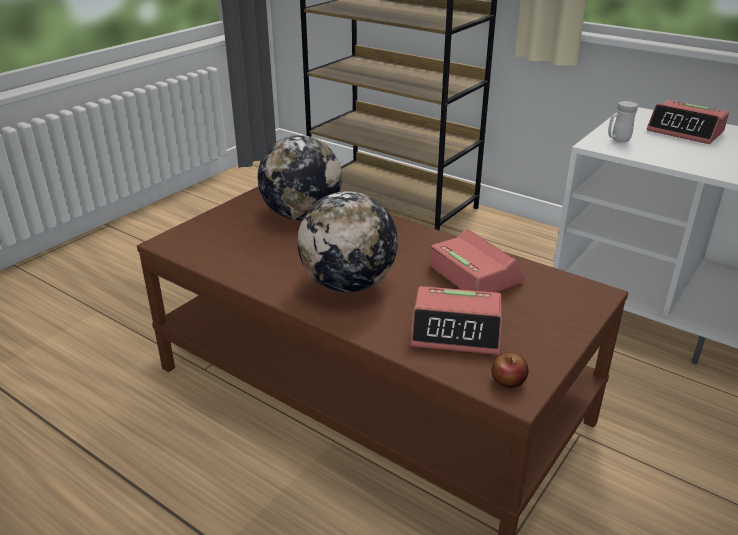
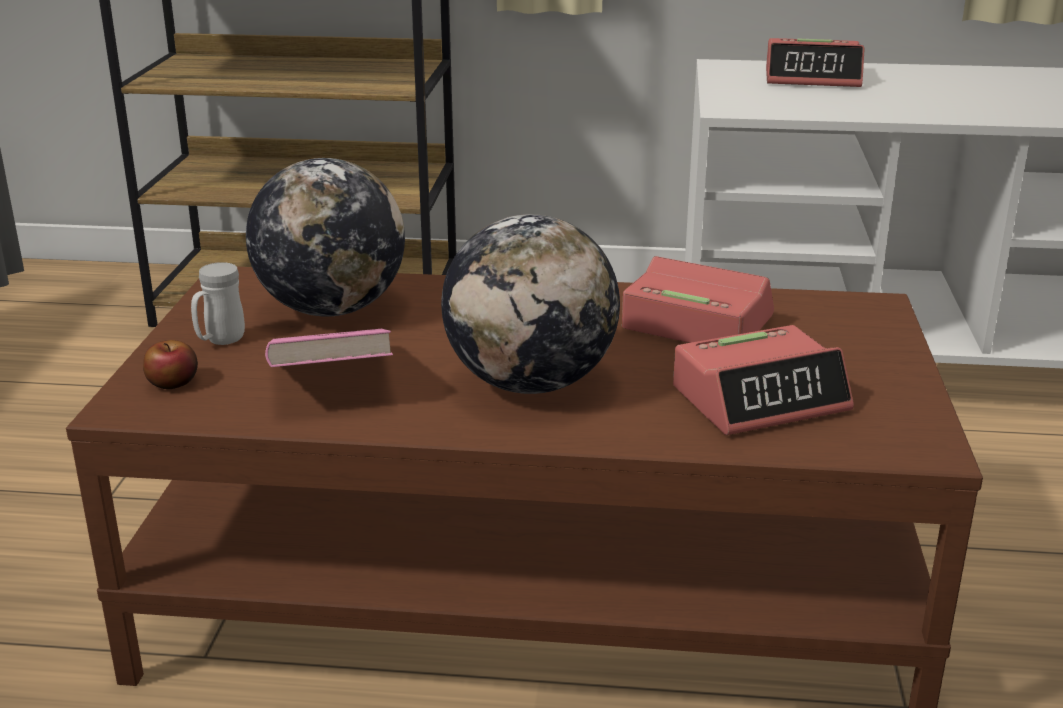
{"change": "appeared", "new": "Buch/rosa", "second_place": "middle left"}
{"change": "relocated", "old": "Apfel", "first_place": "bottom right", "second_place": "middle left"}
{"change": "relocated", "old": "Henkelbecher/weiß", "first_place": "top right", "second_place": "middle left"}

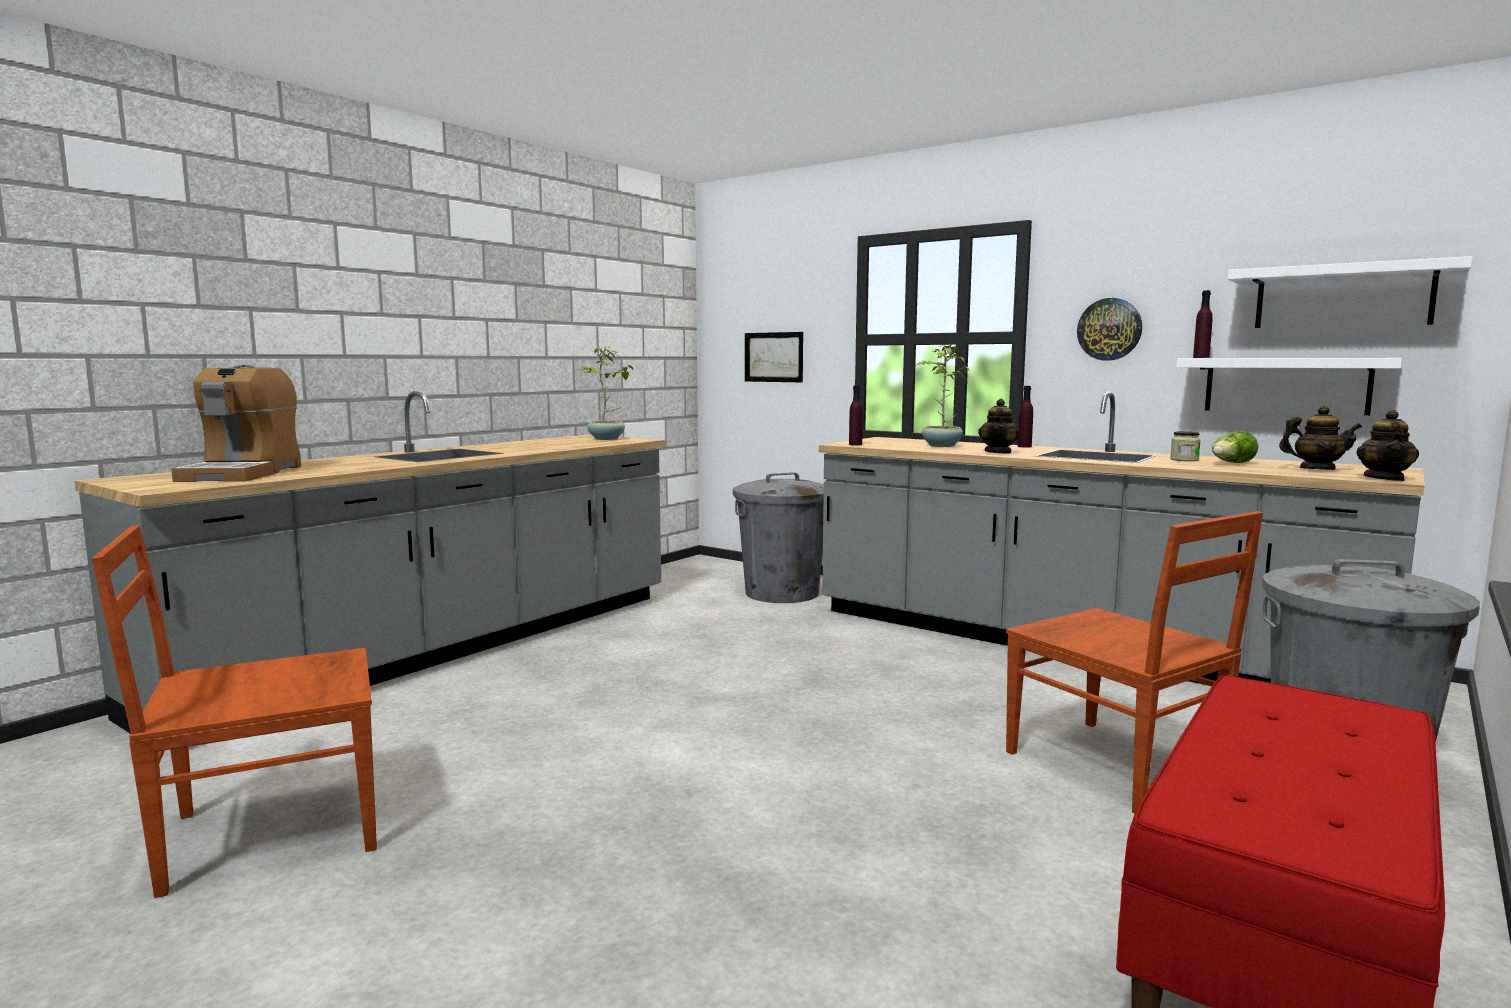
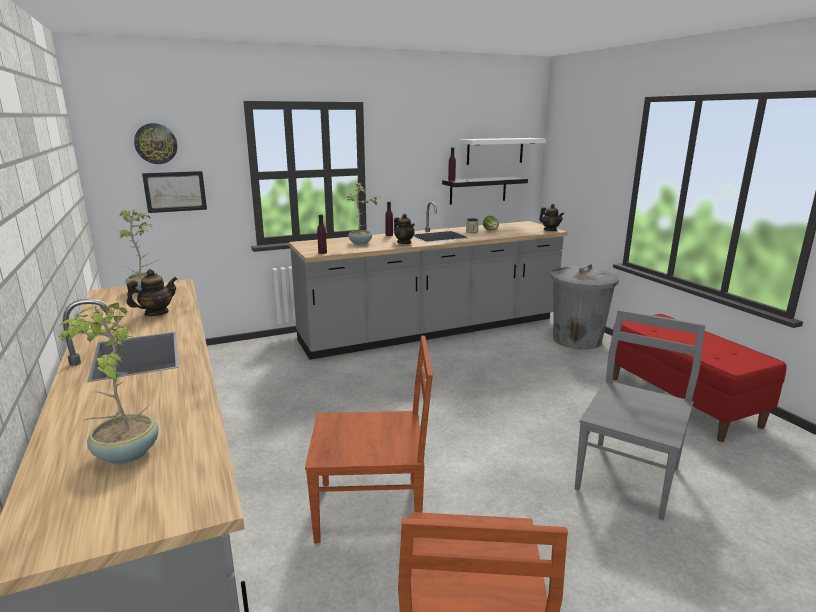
{"change": "missing", "old": "Mülleimer/grau (no. 1 from left)", "first_place": "centre"}
{"change": "appeared", "new": "Stuhl/grau", "second_place": "bottom right"}
{"change": "relocated", "old": "Stuhl/braun (no. 2 from left in the first image)", "new": "Stuhl/braun (no. 1 from left)", "first_place": "middle right", "second_place": "bottom centre"}
{"change": "relocated", "old": "Wanduhr", "first_place": "top right", "second_place": "top left"}
{"change": "relocated", "old": "Teekanne (no. 2 from left in the first image)", "new": "Teekanne (no. 1 from left)", "first_place": "middle right", "second_place": "middle left"}
{"change": "exchanged", "old": "Kaffeemaschine", "new": "Topfpflanze (no. 1 from left)", "first_place": "middle left", "second_place": "middle left"}
{"change": "colour", "old": "Wandregal/weiß (no. 1 from left)", "new": "Wandregal/schwarz", "first_place": "middle right", "second_place": "top centre"}

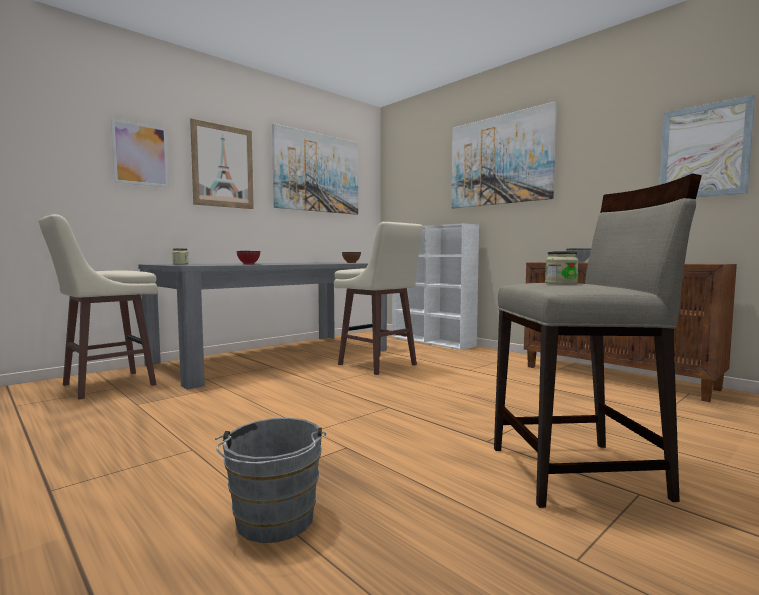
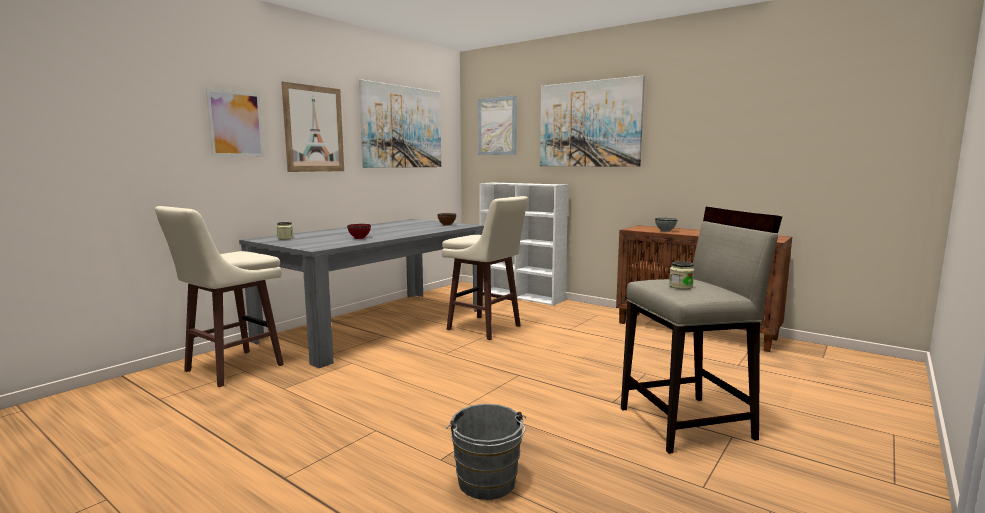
{"change": "relocated", "old": "Bild (no. 5 from left in the first image)", "new": "Bild (no. 4 from left)", "first_place": "top right", "second_place": "top centre"}

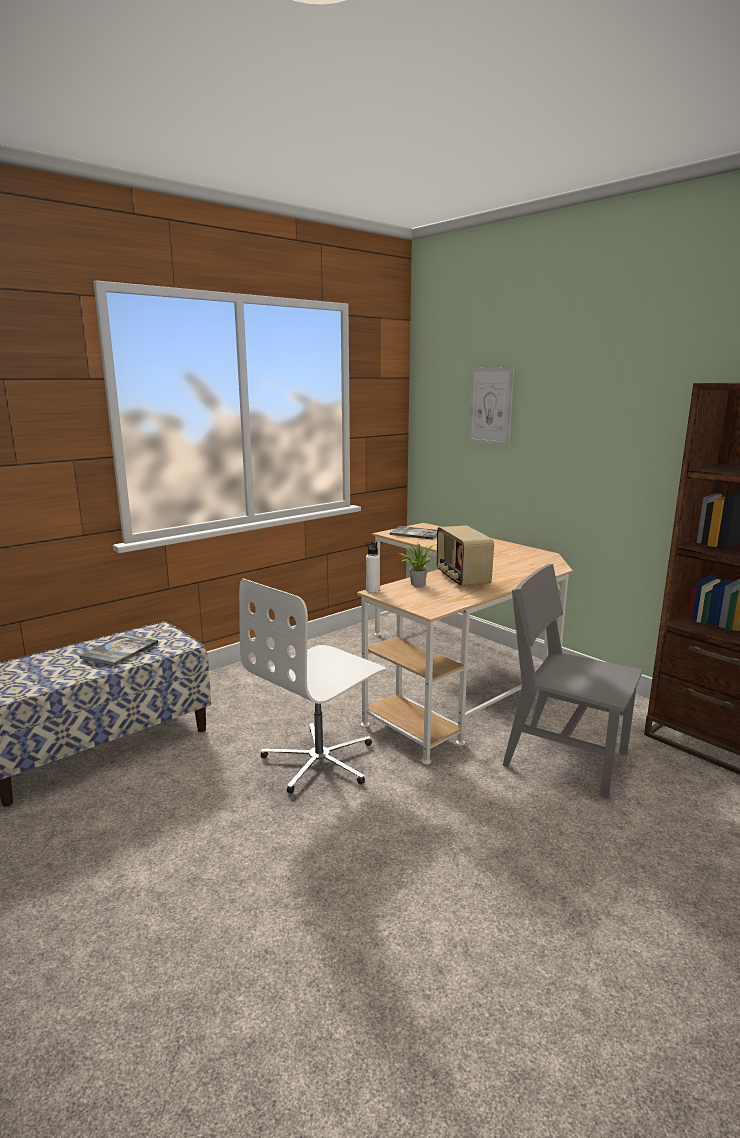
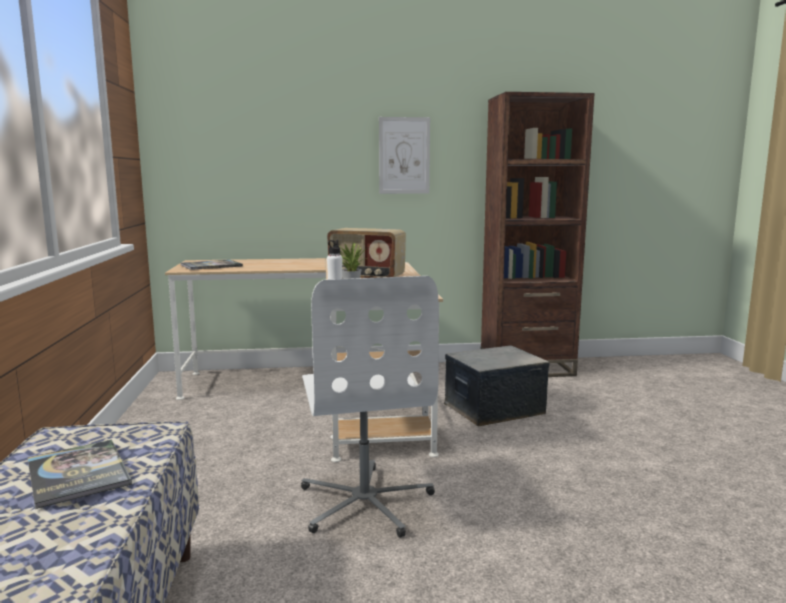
{"change": "relocated", "old": "Bild", "first_place": "centre", "second_place": "top centre"}
{"change": "exchanged", "old": "Stuhl/grau", "new": "Aufbewahrungsbox", "first_place": "middle right", "second_place": "centre"}

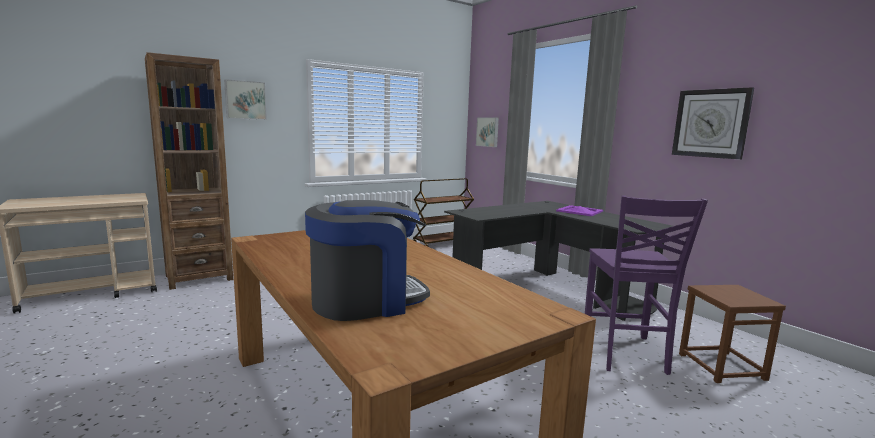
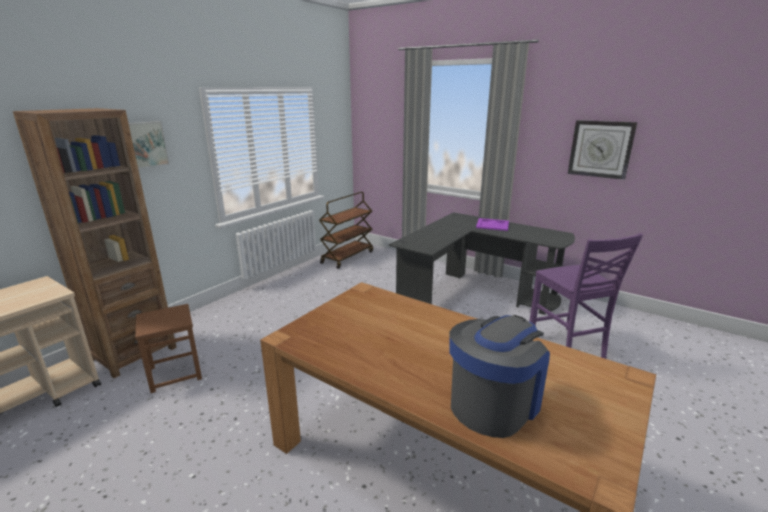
{"change": "missing", "old": "Bild (no. 2 from left)", "first_place": "top centre"}
{"change": "relocated", "old": "Hocker/braun", "first_place": "bottom right", "second_place": "bottom left"}

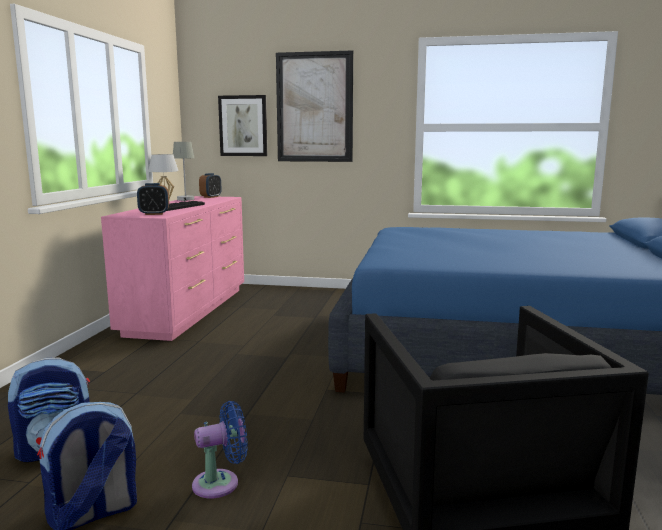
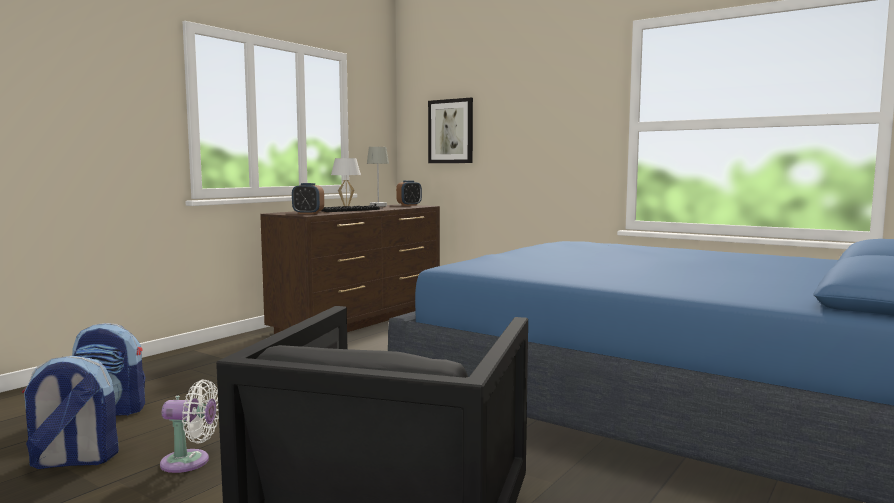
{"change": "missing", "old": "Bild (no. 2 from left)", "first_place": "top centre"}
{"change": "colour", "old": "Kommode/rosa", "new": "Kommode/braun", "first_place": "middle left", "second_place": "centre"}
{"change": "colour", "old": "Ventilator/blau", "new": "Ventilator/weiß", "first_place": "bottom left", "second_place": "bottom left"}

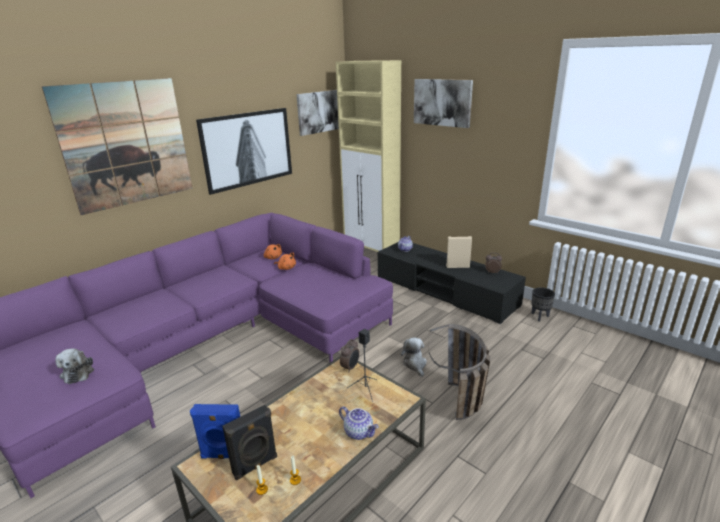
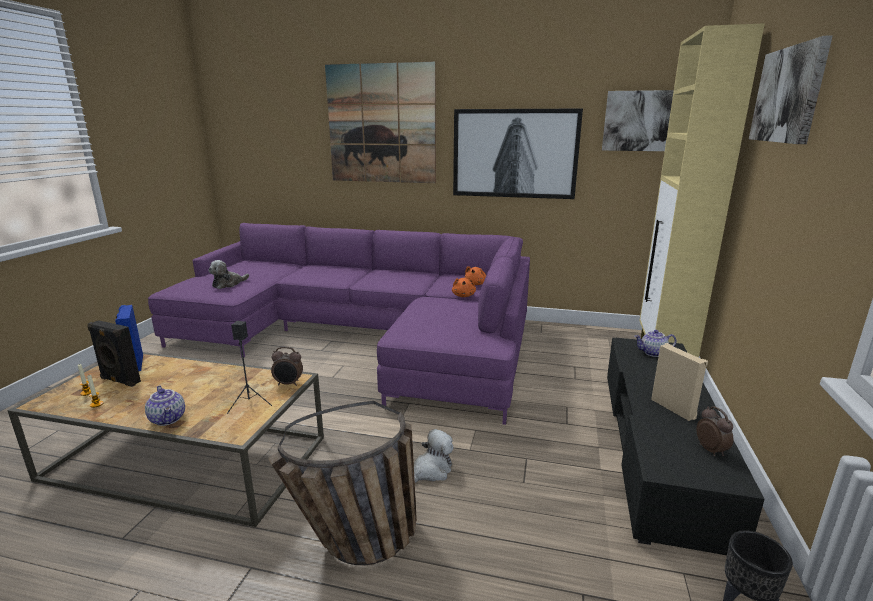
{"change": "spun", "old": "Teekanne (no. 1 from left)", "first_place": "bottom centre", "second_place": "bottom left", "degrees": -45}

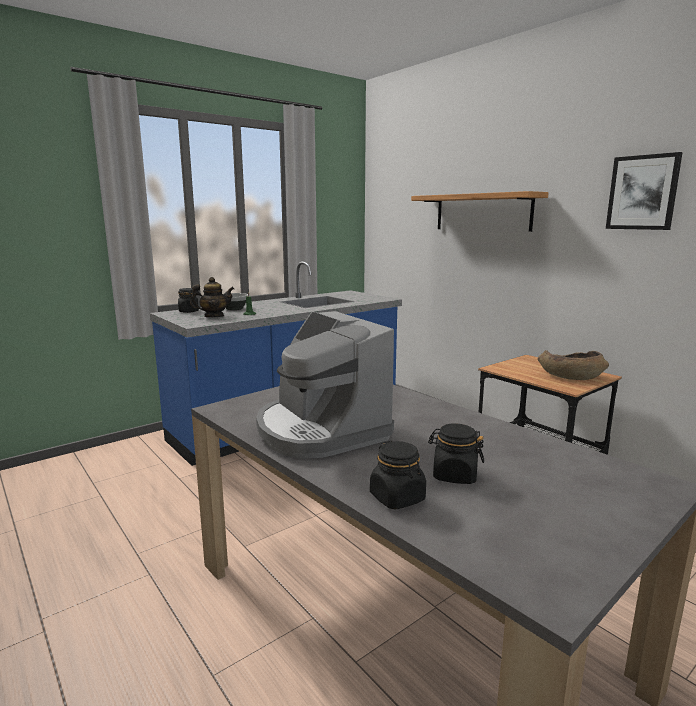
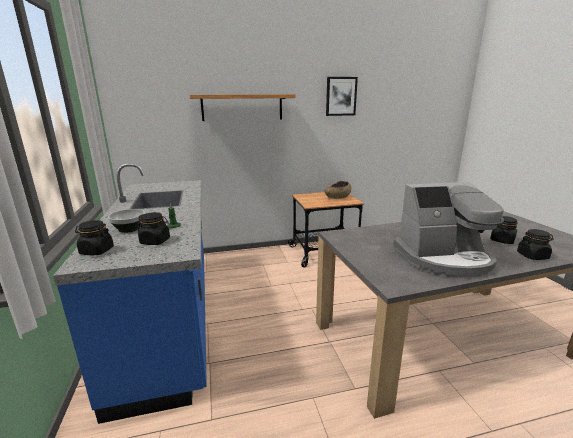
{"change": "exchanged", "old": "Teekanne", "new": "Vorratsglas/schwarz (no. 2 from left)", "first_place": "middle left", "second_place": "middle left"}

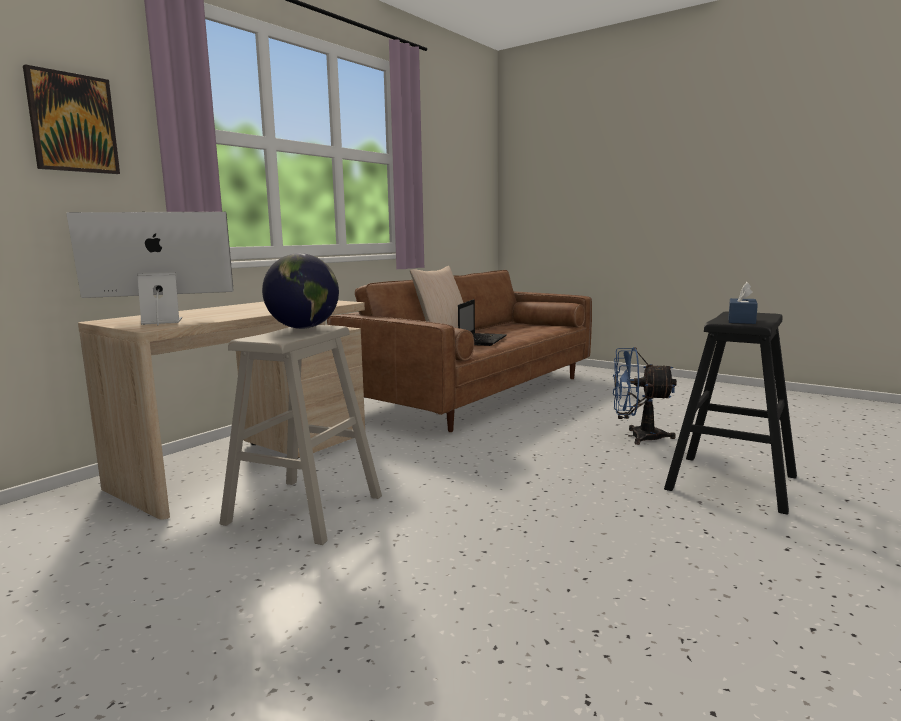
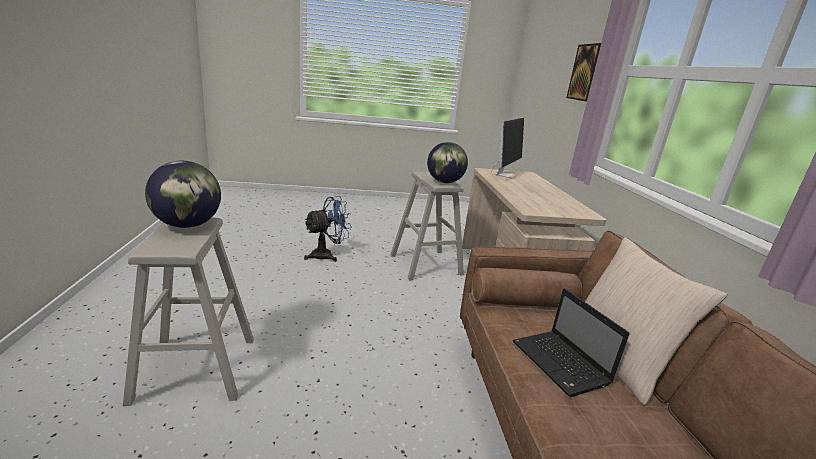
{"change": "relocated", "old": "Ventilator/blau", "first_place": "middle right", "second_place": "centre"}
{"change": "exchanged", "old": "Taschentuchbox/blau", "new": "Globus (no. 1 from left)", "first_place": "middle right", "second_place": "middle left"}
{"change": "colour", "old": "Hocker/schwarz", "new": "Hocker/beige (no. 1 from left)", "first_place": "middle right", "second_place": "bottom left"}

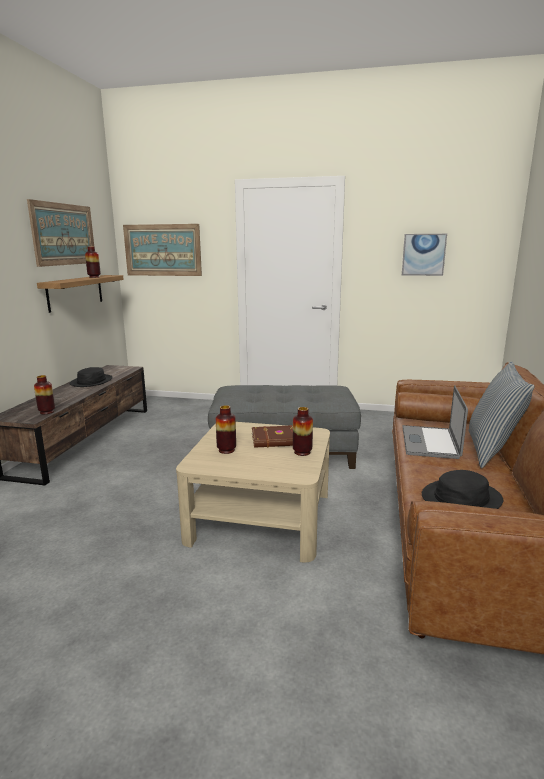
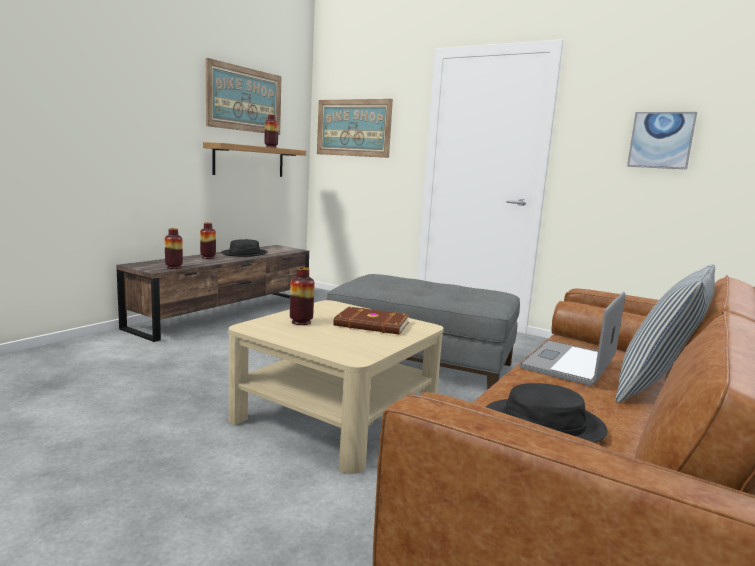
{"change": "relocated", "old": "Vase (no. 4 from left in the first image)", "new": "Vase (no. 2 from left)", "first_place": "centre", "second_place": "middle left"}

